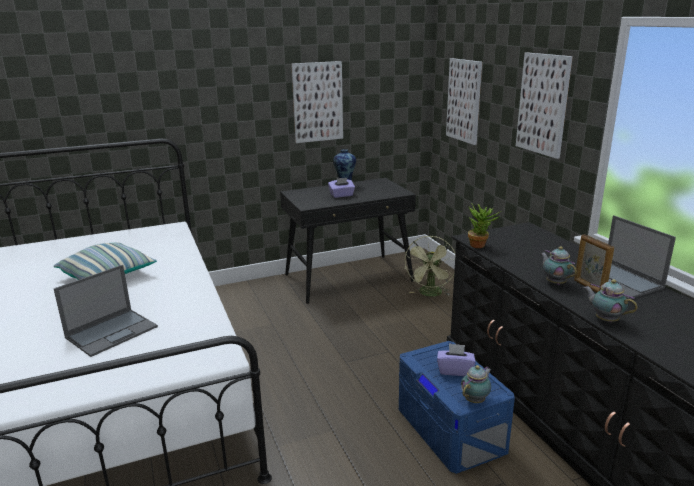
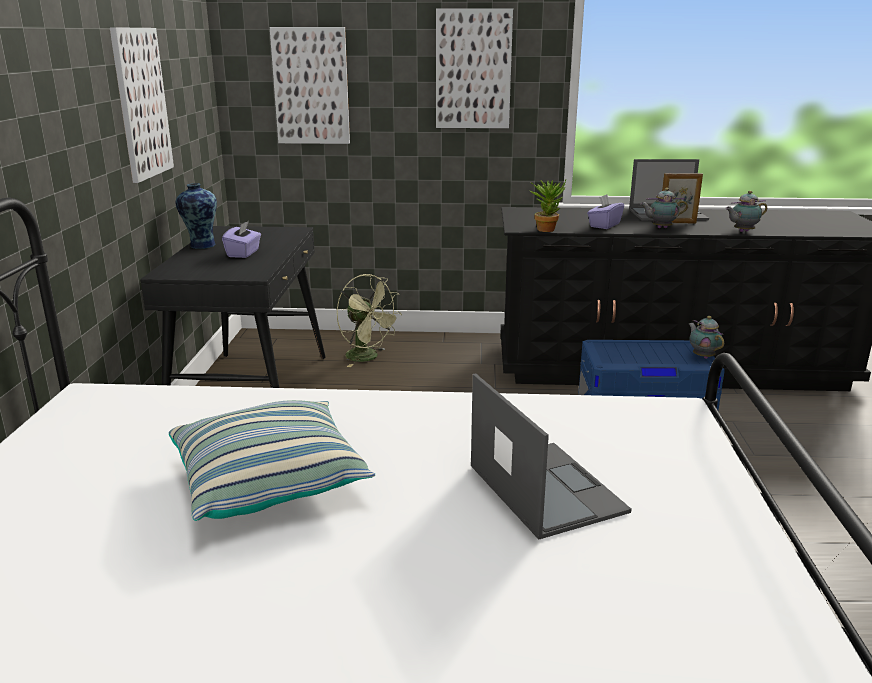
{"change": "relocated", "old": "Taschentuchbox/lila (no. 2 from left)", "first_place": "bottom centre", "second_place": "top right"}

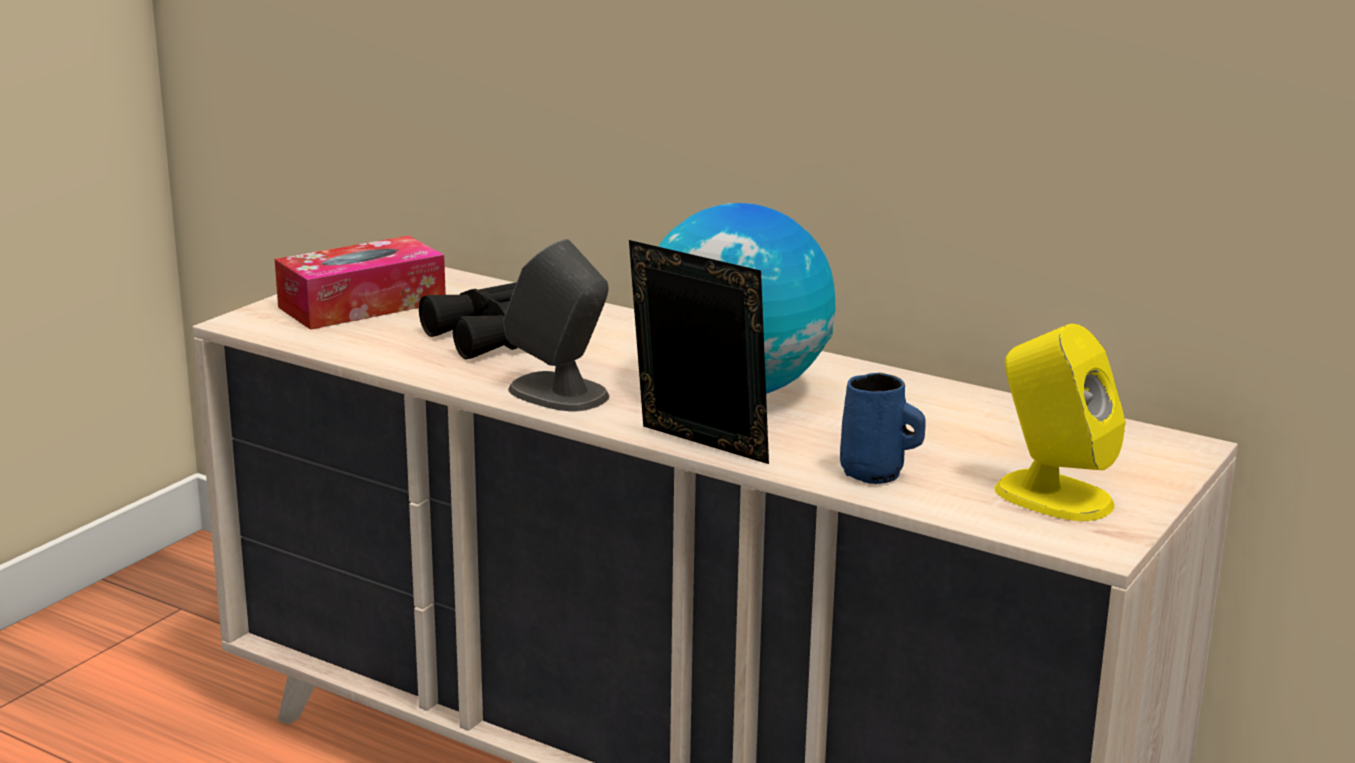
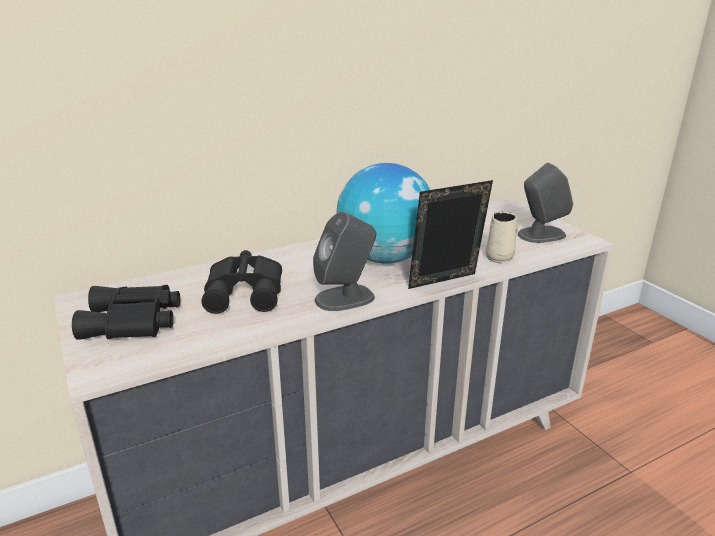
{"change": "exchanged", "old": "Taschentuchbox", "new": "Fernglas/schwarz (no. 1 from left)", "first_place": "middle left", "second_place": "middle left"}
{"change": "colour", "old": "Henkelbecher/blau", "new": "Henkelbecher/beige", "first_place": "centre", "second_place": "middle right"}
{"change": "colour", "old": "Lautsprecher/gelb", "new": "Lautsprecher/grau (no. 2 from left)", "first_place": "middle right", "second_place": "middle right"}

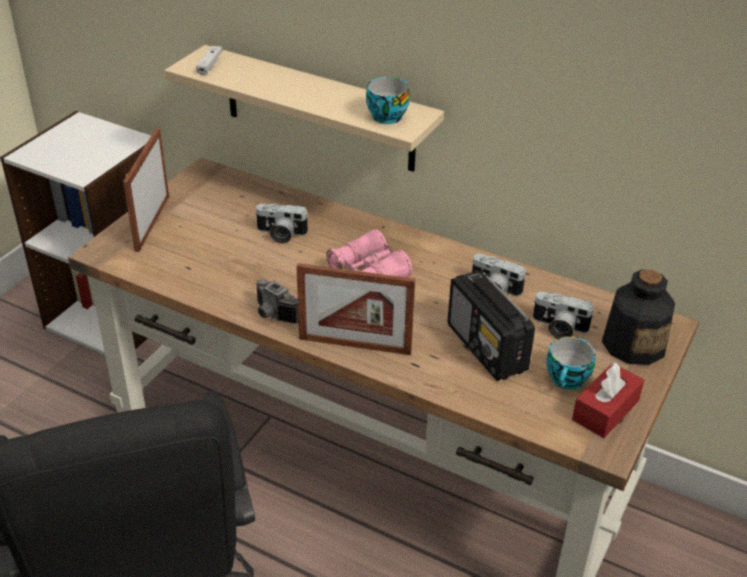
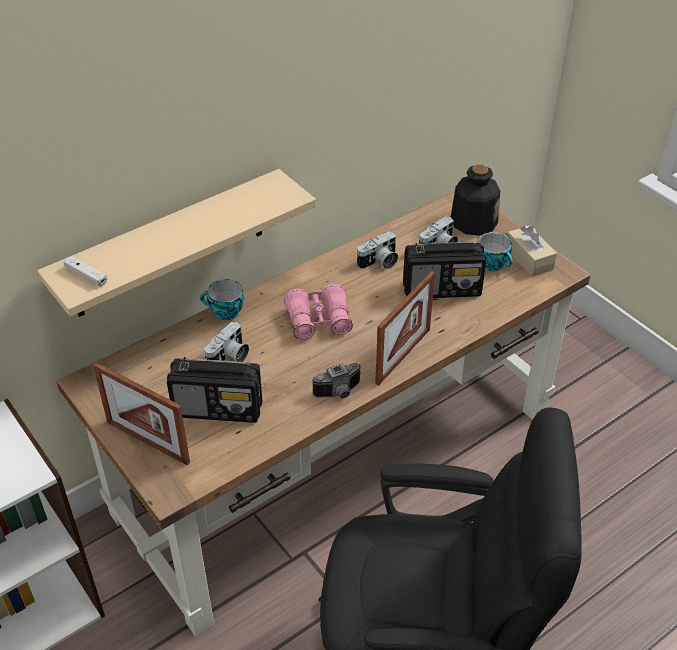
{"change": "appeared", "new": "Radio (no. 1 from left)", "second_place": "middle left"}
{"change": "relocated", "old": "Tasse (no. 1 from left)", "first_place": "top centre", "second_place": "middle left"}
{"change": "colour", "old": "Taschentuchbox/rot", "new": "Taschentuchbox/beige", "first_place": "bottom right", "second_place": "middle right"}

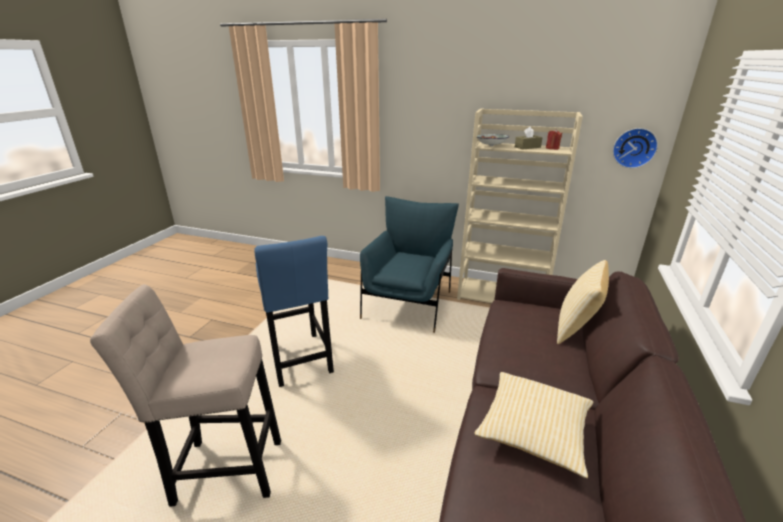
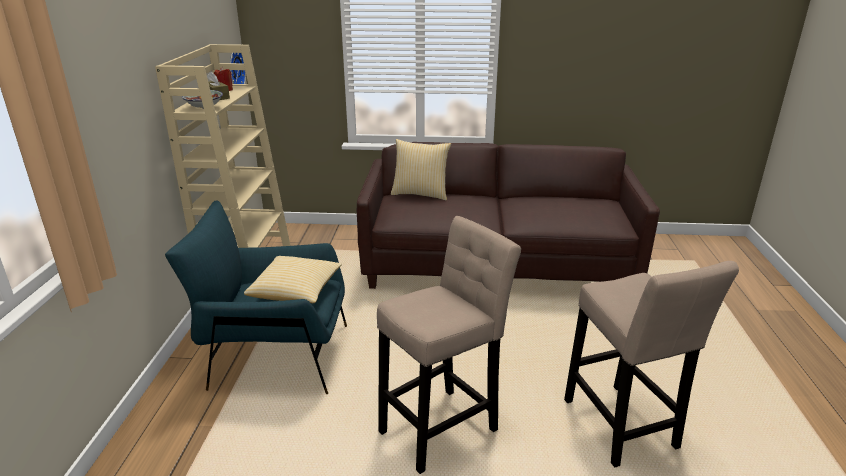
{"change": "relocated", "old": "Kissen (no. 1 from left)", "first_place": "bottom right", "second_place": "centre"}
{"change": "colour", "old": "Hocker/blau", "new": "Hocker/beige (no. 1 from left)", "first_place": "centre", "second_place": "bottom centre"}

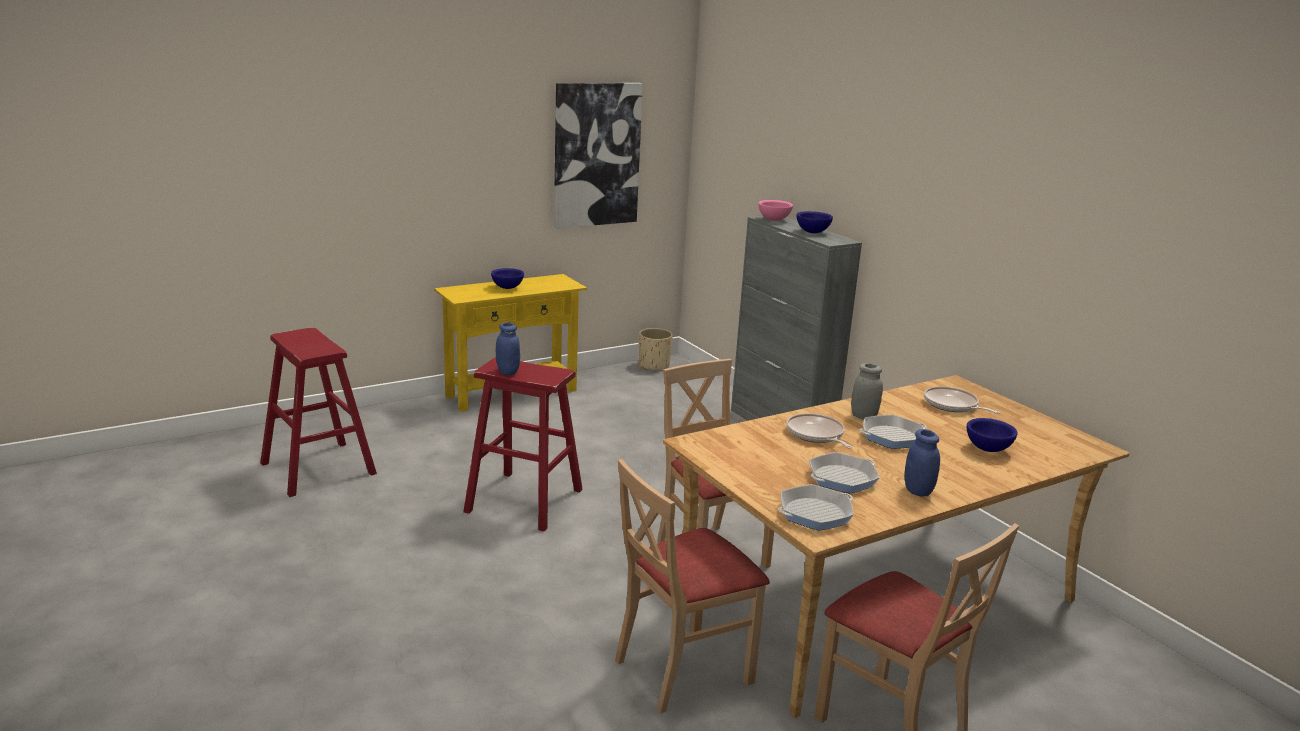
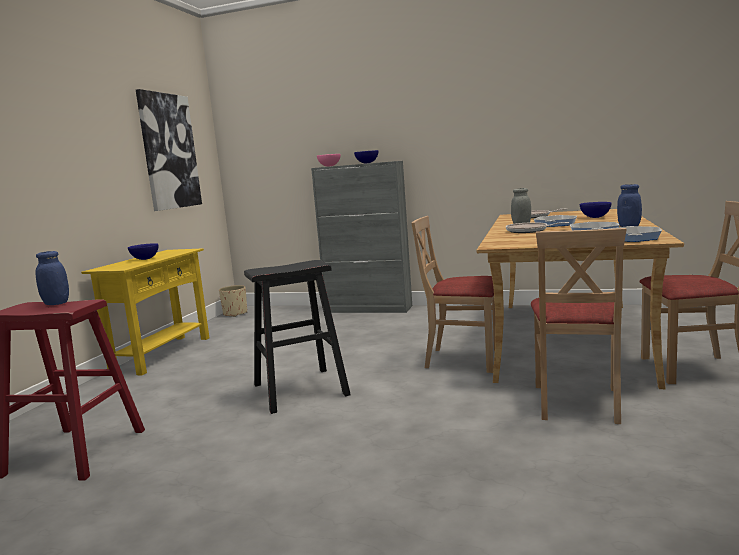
{"change": "relocated", "old": "Vorratsglas/blau (no. 1 from left)", "first_place": "centre", "second_place": "middle left"}
{"change": "colour", "old": "Hocker/rot (no. 2 from left)", "new": "Hocker/schwarz", "first_place": "centre", "second_place": "centre"}

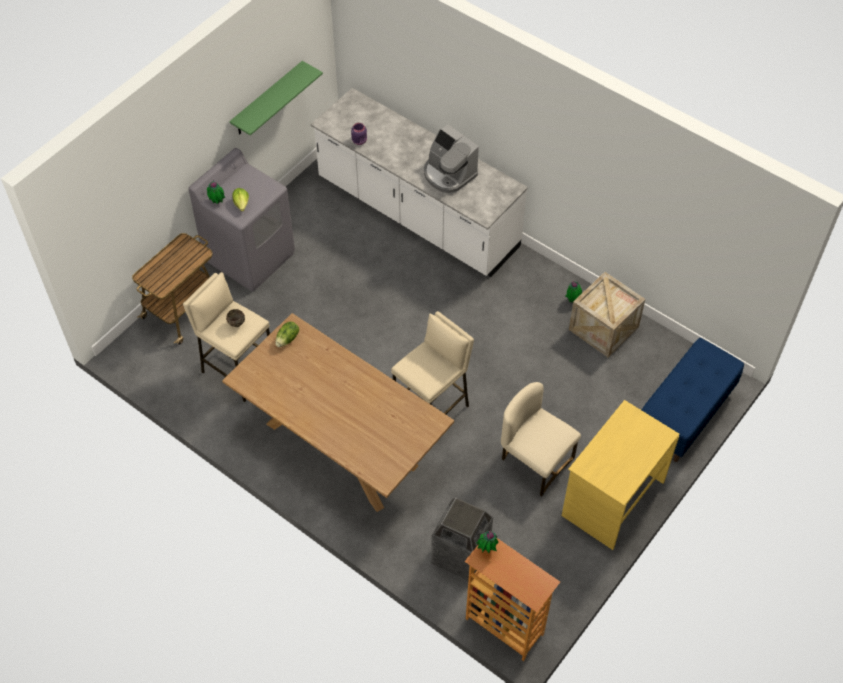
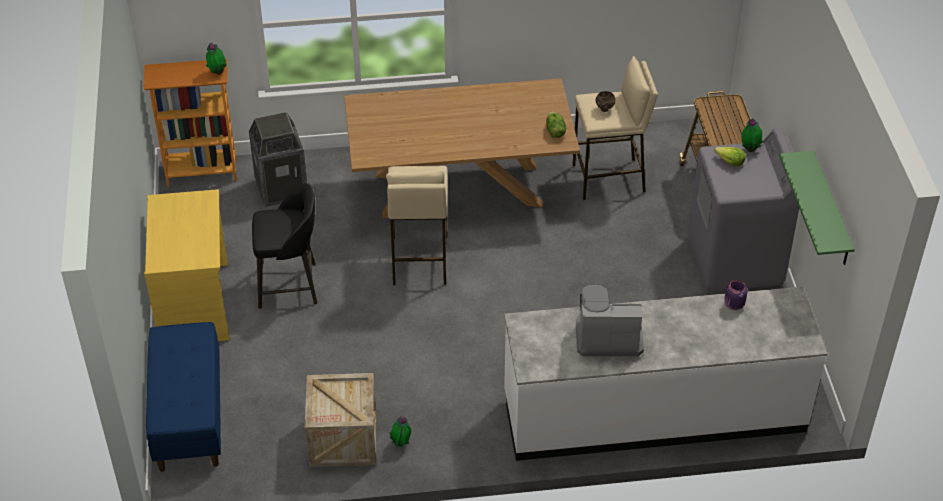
{"change": "exchanged", "old": "Stuhl/beige", "new": "Hocker/schwarz", "first_place": "centre", "second_place": "middle left"}

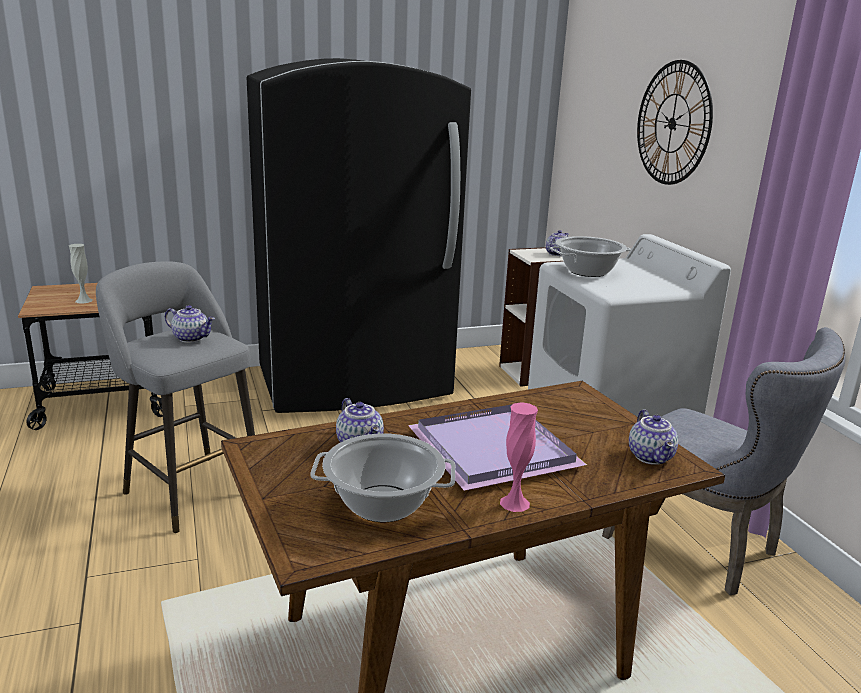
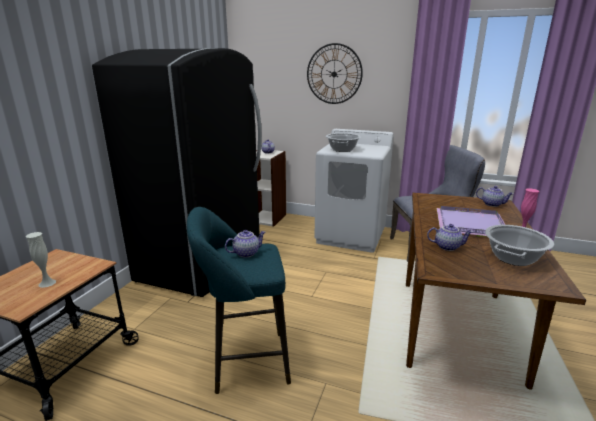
{"change": "colour", "old": "Hocker/grau", "new": "Hocker/türkis", "first_place": "middle left", "second_place": "bottom centre"}

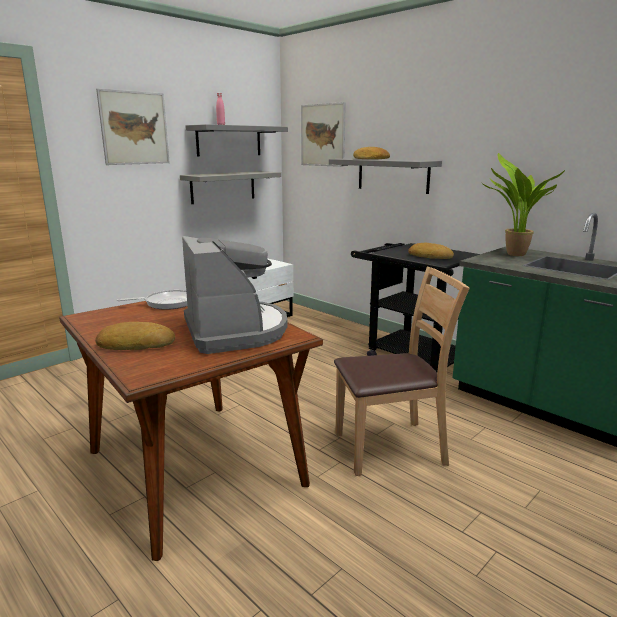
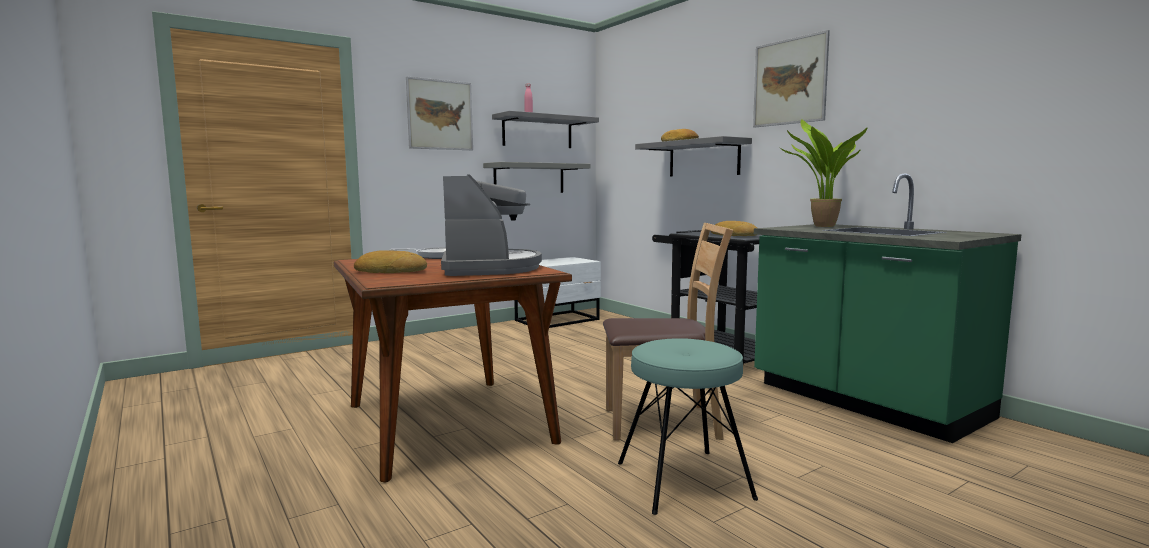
{"change": "appeared", "new": "Hocker/türkis", "second_place": "bottom centre"}
{"change": "relocated", "old": "Bild (no. 2 from left)", "first_place": "top centre", "second_place": "top right"}

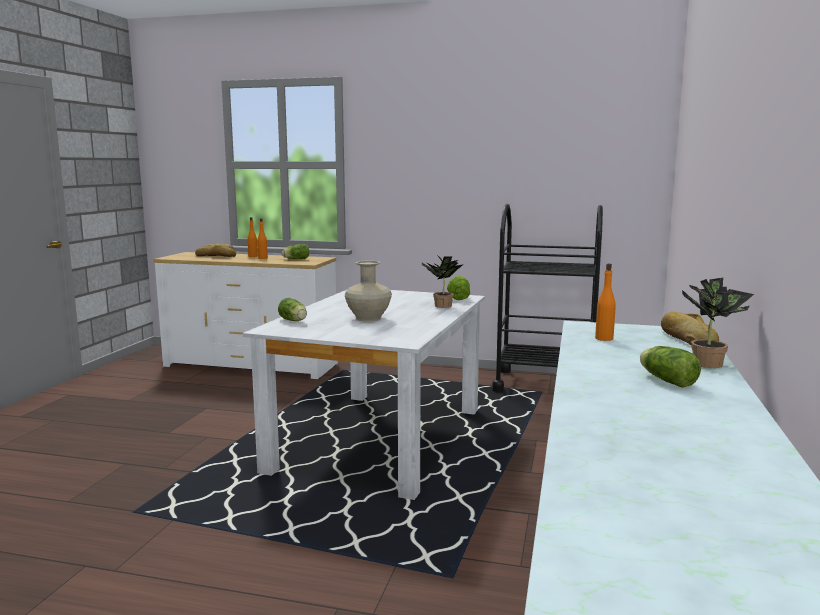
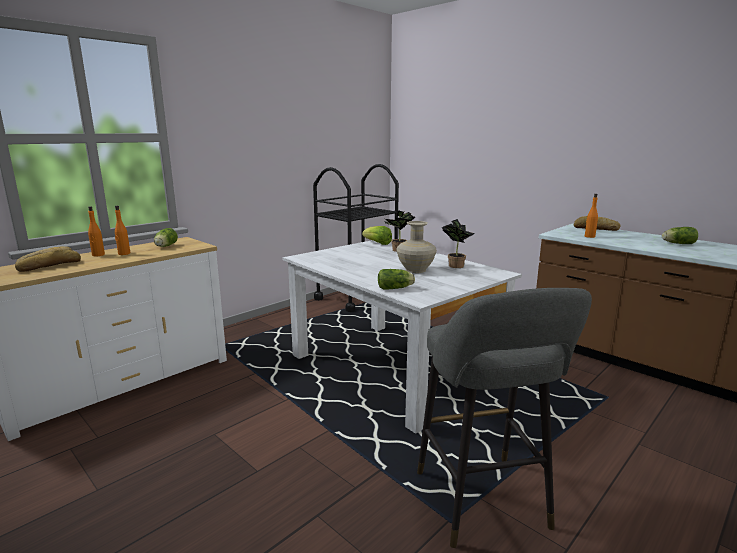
{"change": "appeared", "new": "Hocker/grau", "second_place": "bottom right"}
{"change": "relocated", "old": "Topfpflanze (no. 2 from left)", "first_place": "middle right", "second_place": "centre"}

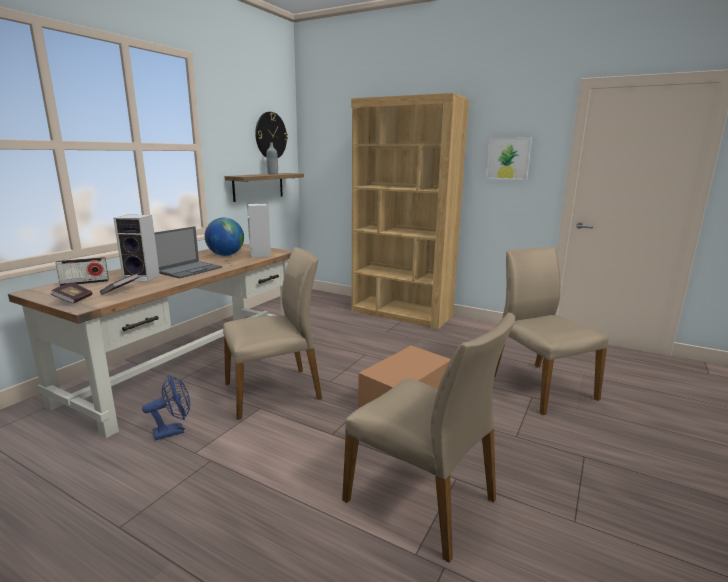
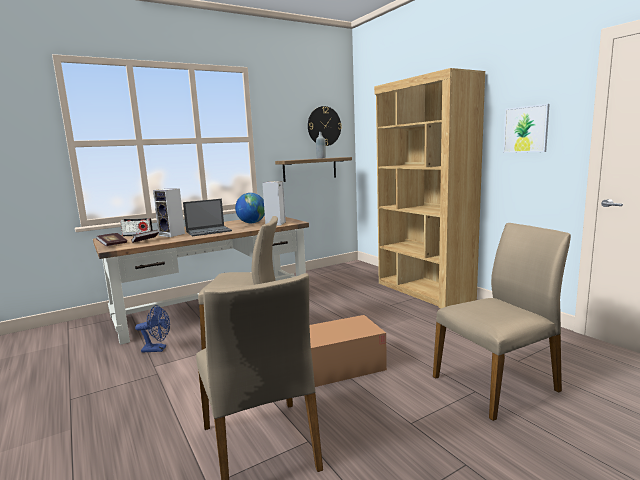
{"change": "spun", "old": "Stuhl/beige (no. 3 from left)", "first_place": "middle right", "second_place": "bottom right", "degrees": 60}

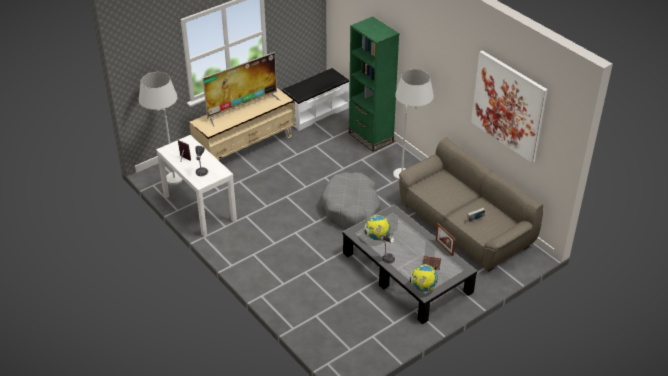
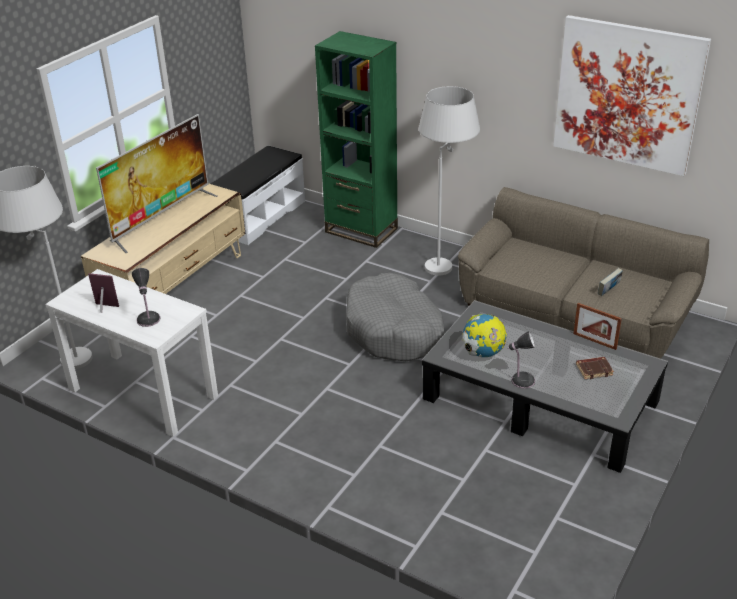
{"change": "missing", "old": "Globus (no. 2 from left)", "first_place": "bottom centre"}

